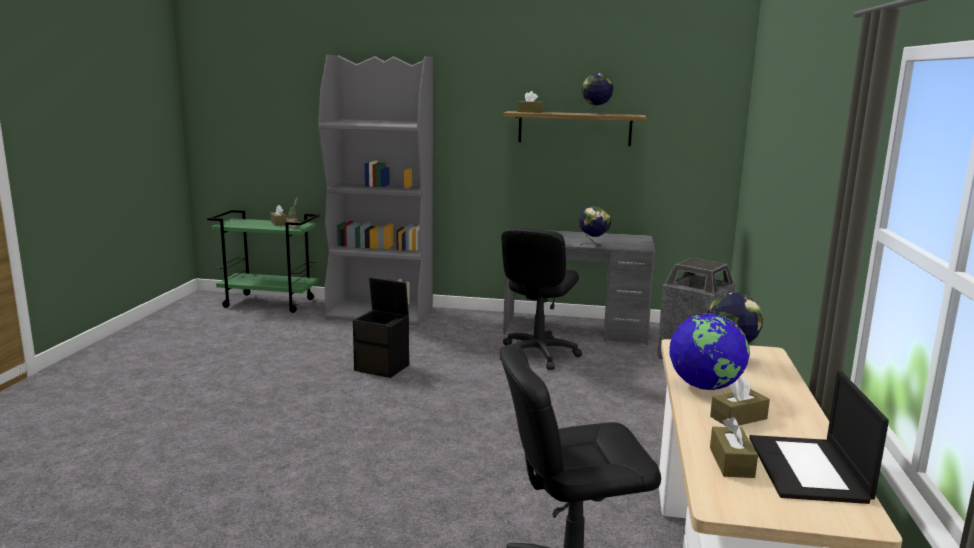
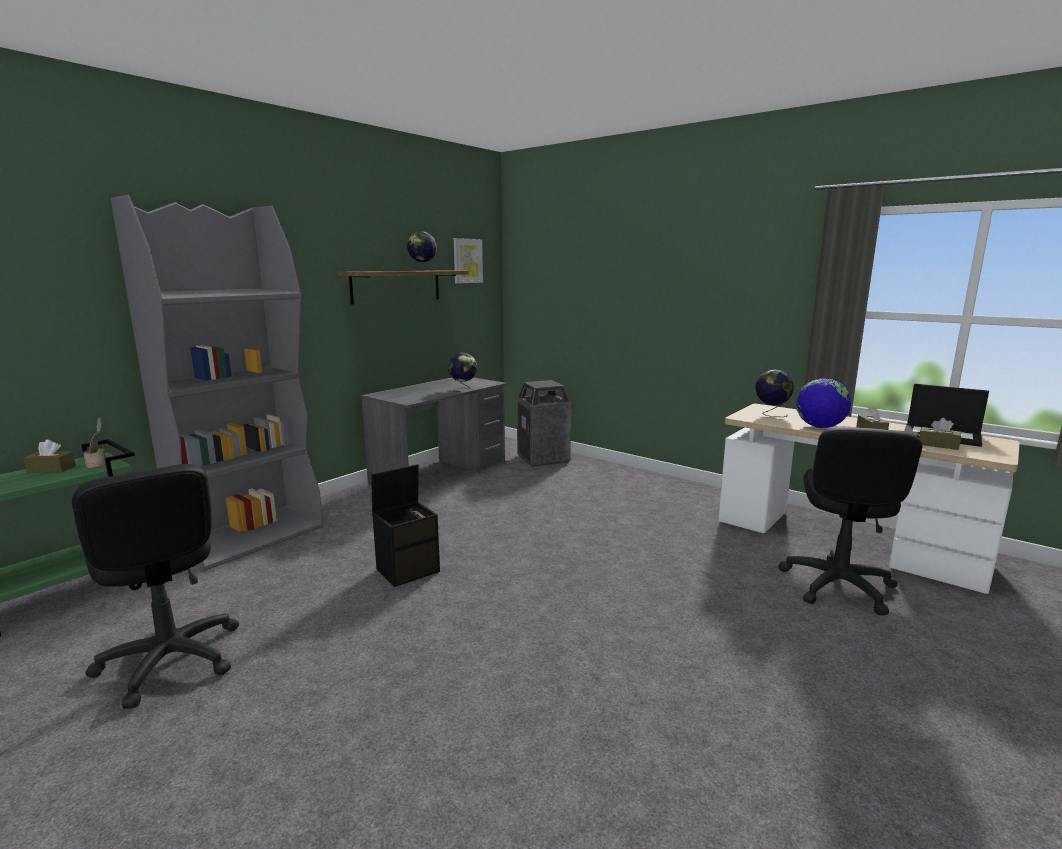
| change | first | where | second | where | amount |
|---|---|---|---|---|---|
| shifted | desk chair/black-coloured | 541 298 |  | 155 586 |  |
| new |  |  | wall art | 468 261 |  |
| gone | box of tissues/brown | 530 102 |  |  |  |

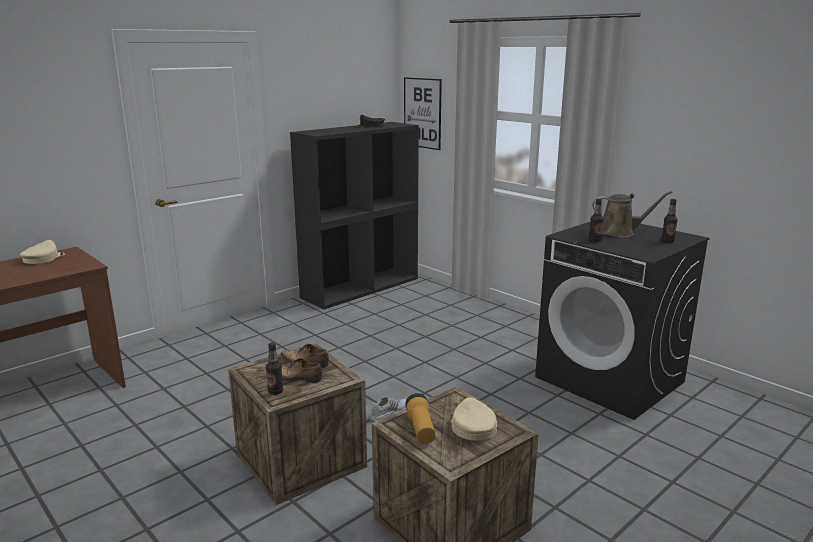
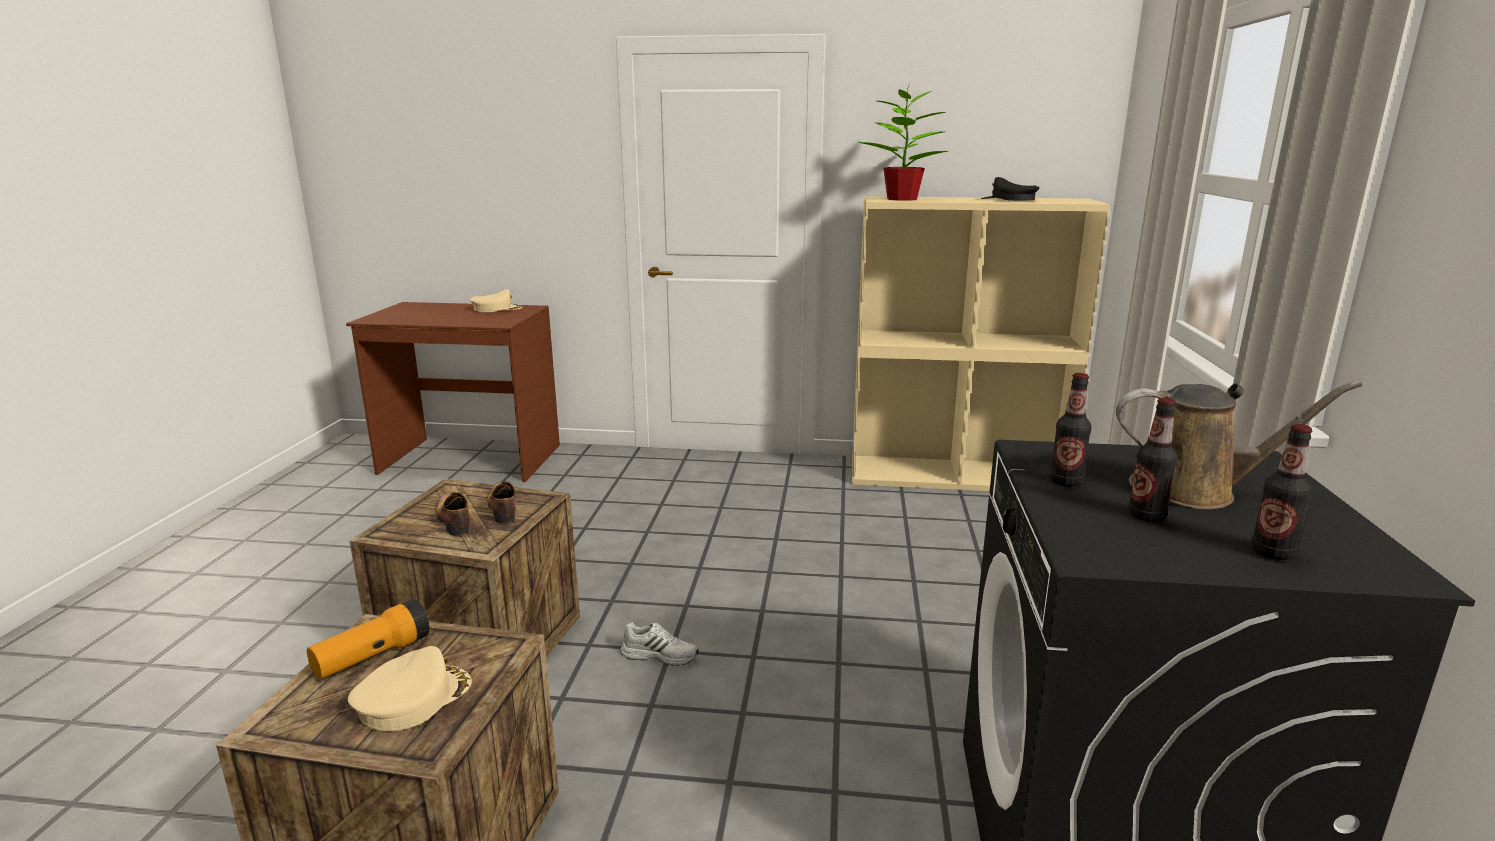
| change | first | where | second | where | amount |
|---|---|---|---|---|---|
| repainted | shelving unit/black-coloured | 354 215 | shelving unit/sand-coloured | 981 343 |  |
| new |  |  | potted plant | 903 143 |  |
| rotated | watering pot/brown | 632 214 |  | 1239 445 | 45 degrees counterclockwise |
| shifted | beverage bottle | 274 368 |  | 1153 460 |  |
| gone | wall art | 423 113 |  |  |  |

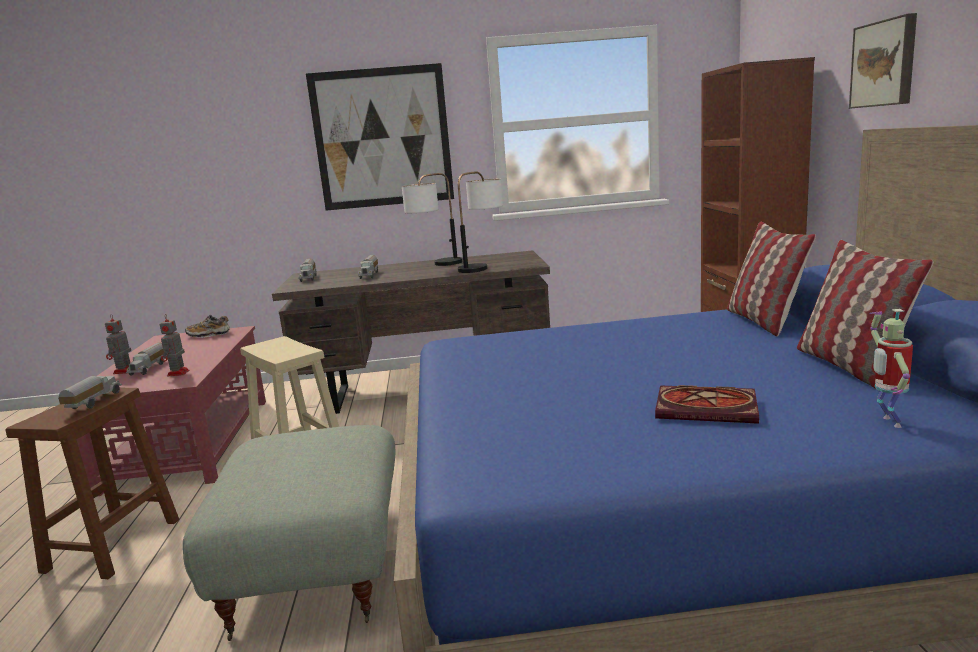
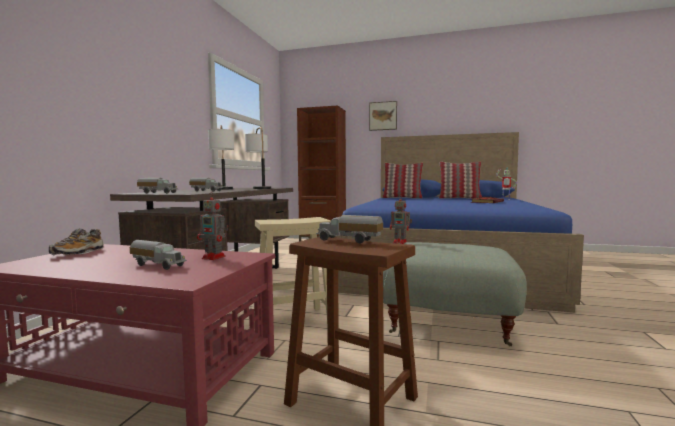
| change | first | where | second | where | amount |
|---|---|---|---|---|---|
| shifted | robot figure | 118 344 |  | 401 220 |  |
| gone | wall art | 380 137 |  |  |  |

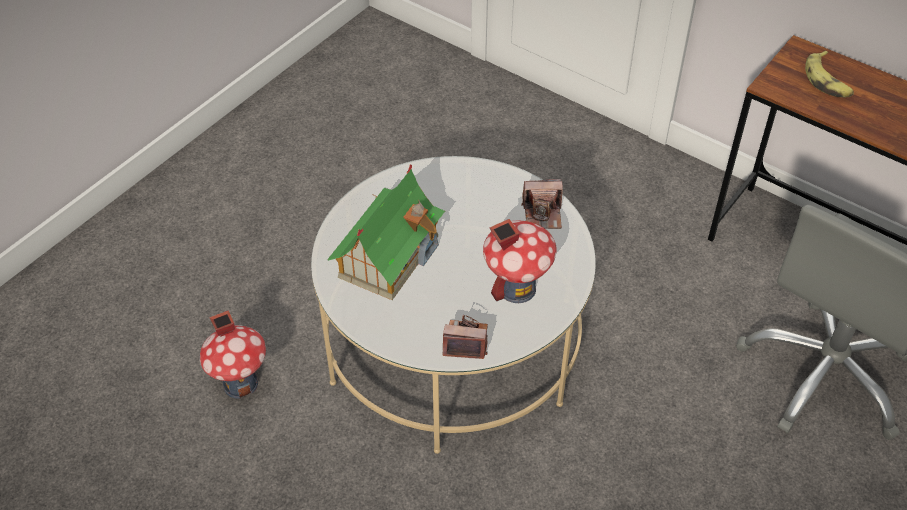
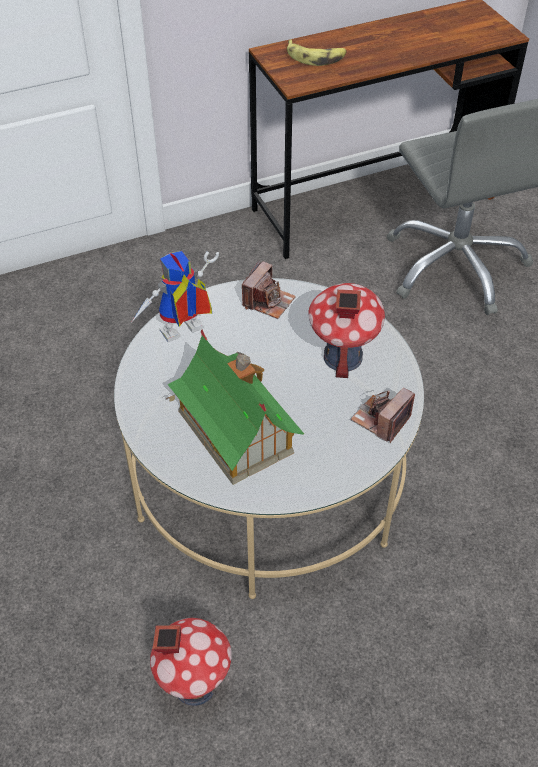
| change | first | where | second | where | amount |
|---|---|---|---|---|---|
| new |  |  | robot figure | 175 296 |  |

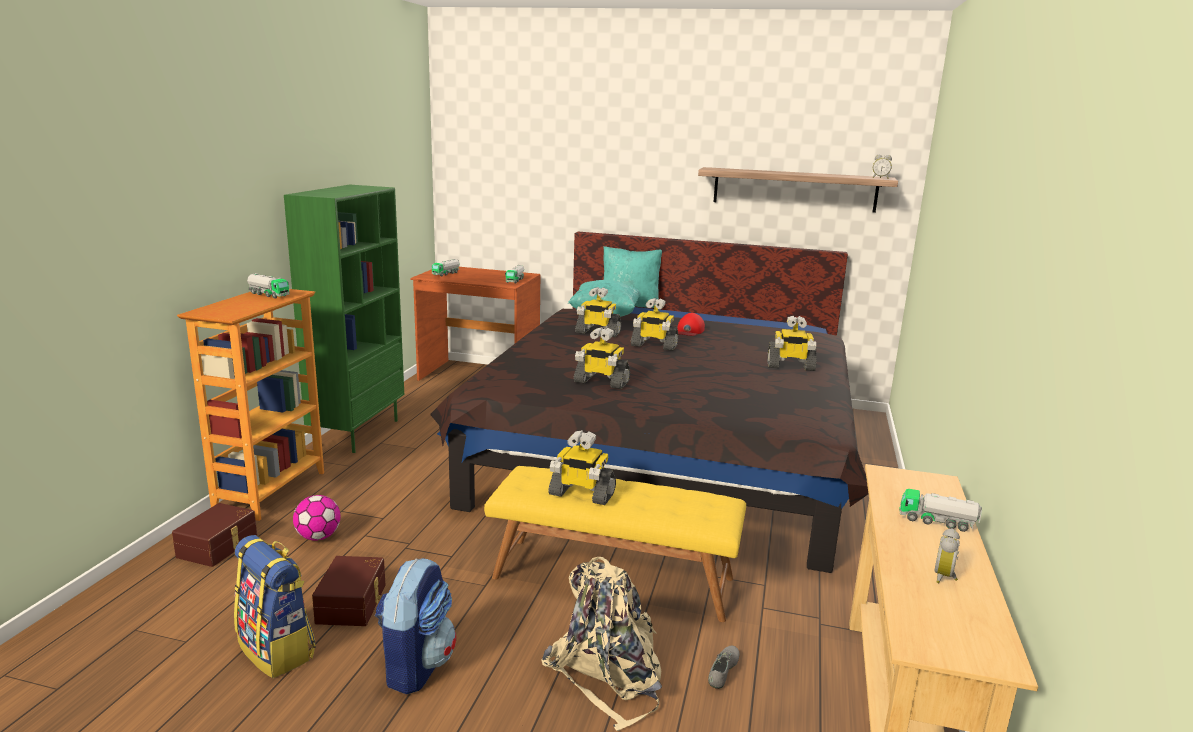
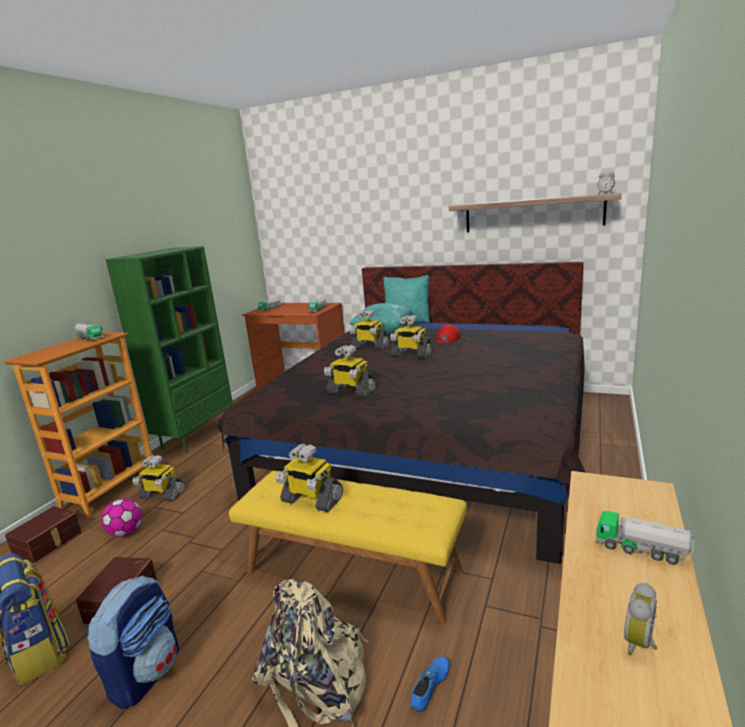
| change | first | where | second | where | amount |
|---|---|---|---|---|---|
| shifted | robot figure | 791 343 |  | 159 478 |  |
| repainted | low shoe/greyish | 724 667 | low shoe/blue-coloured | 430 684 |  |

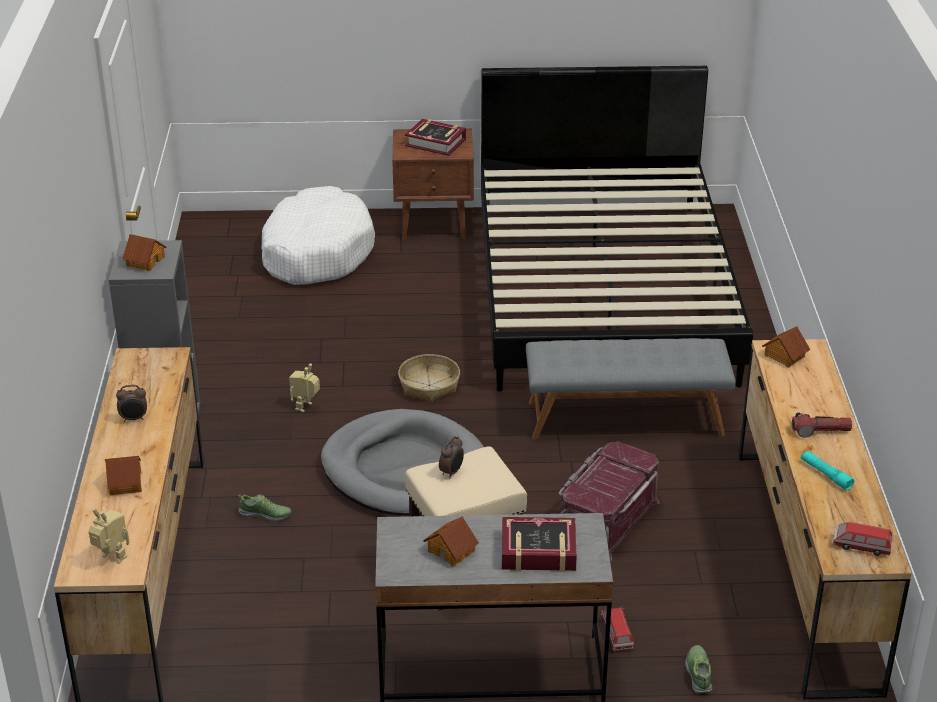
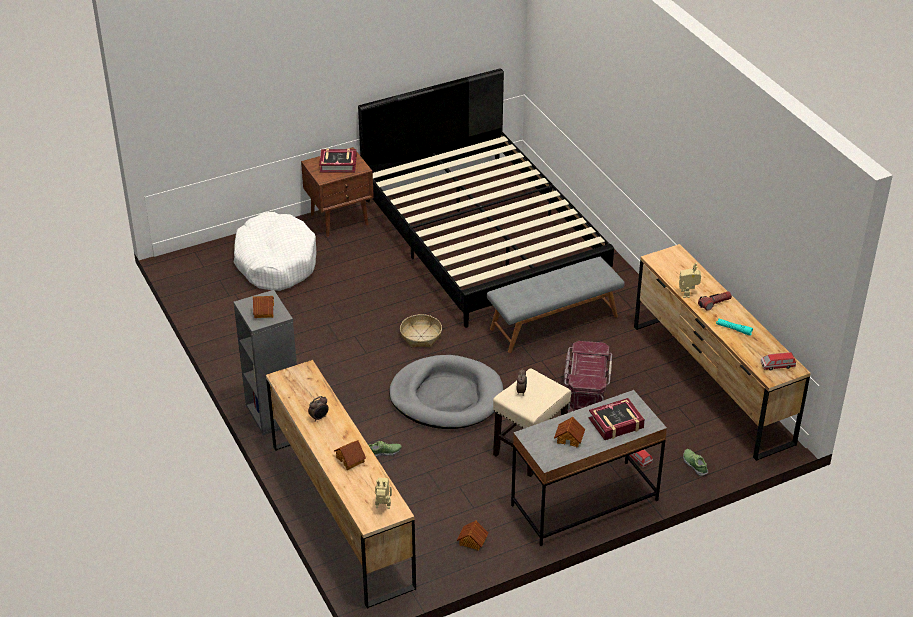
| change | first | where | second | where | amount |
|---|---|---|---|---|---|
| shifted | toy house | 786 346 |  | 472 535 |  |
| shifted | robot figure | 304 387 |  | 690 280 |  |

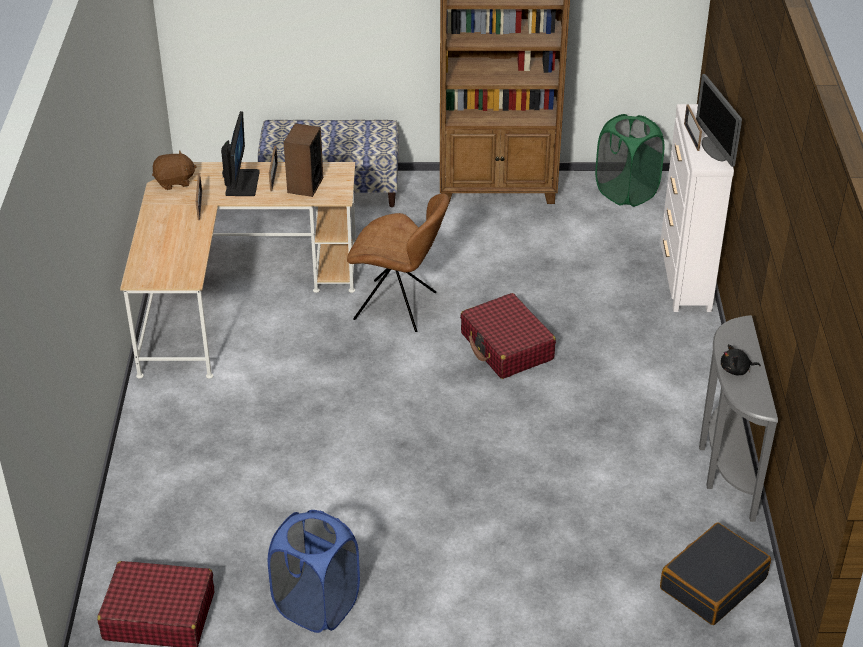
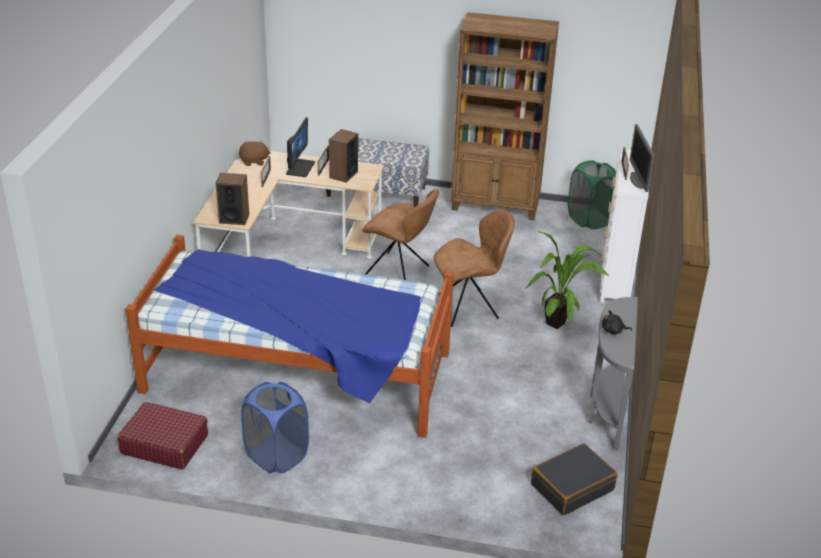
| change | first | where | second | where | amount |
|---|---|---|---|---|---|
| new |  |  | bed | 290 336 |  |
| new |  |  | audio speaker | 232 199 |  |
| swapped | travel case/reddish | 508 336 | chair/brown | 474 268 |  |
| new |  |  | potted plant | 567 280 |  |

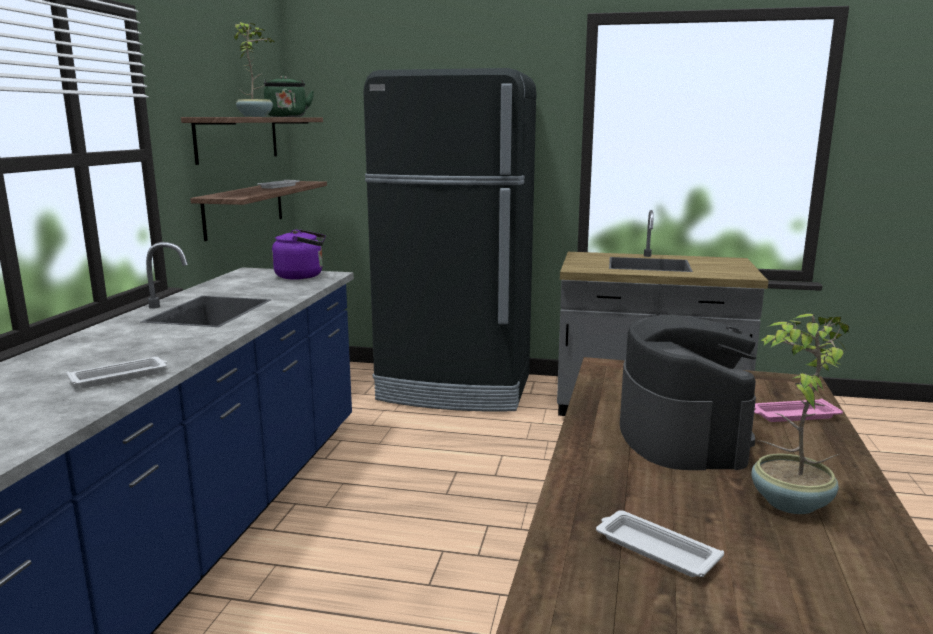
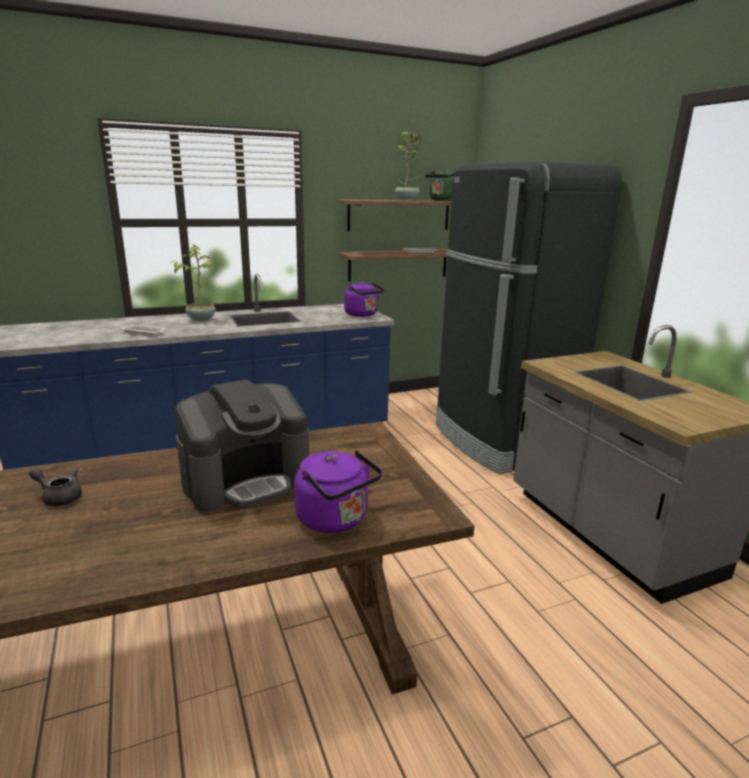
| change | first | where | second | where | amount |
|---|---|---|---|---|---|
| swapped | tray/whitish | 660 543 | tea pot/greyish | 55 487 |  |
| shifted | potted plant | 800 414 |  | 192 283 |  |
| swapped | tray/pink | 798 410 | tea kettle/purple-coloured | 338 491 |  |

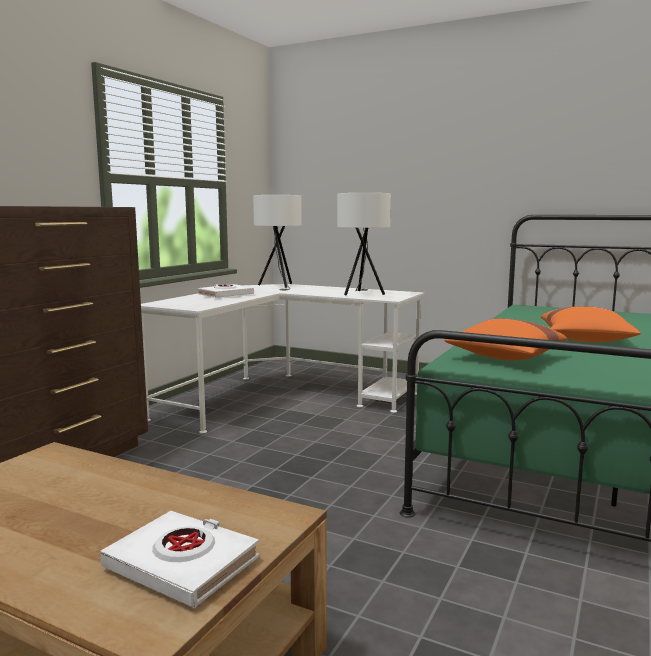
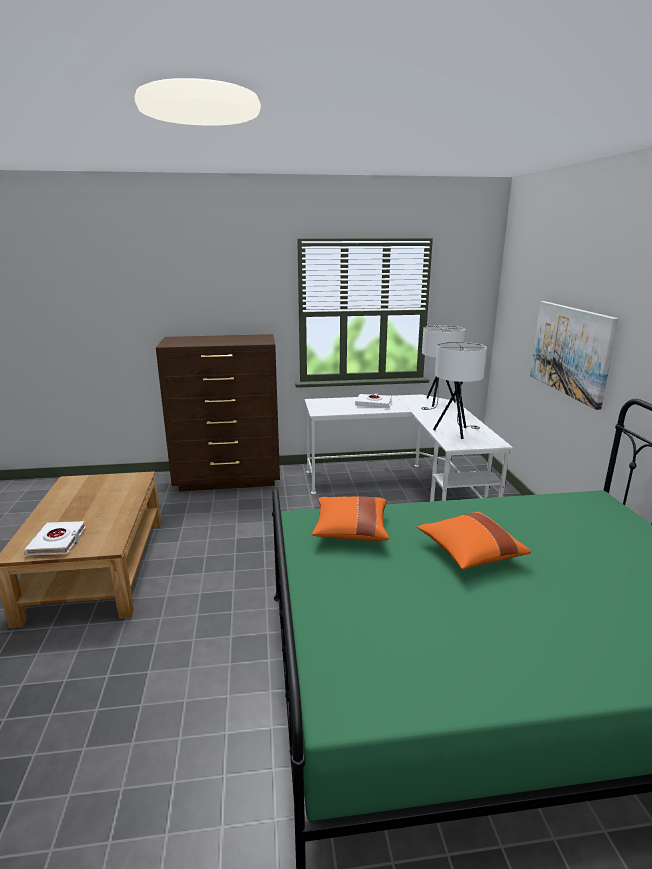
| change | first | where | second | where | amount |
|---|---|---|---|---|---|
| new |  |  | wall art | 574 355 |  |

